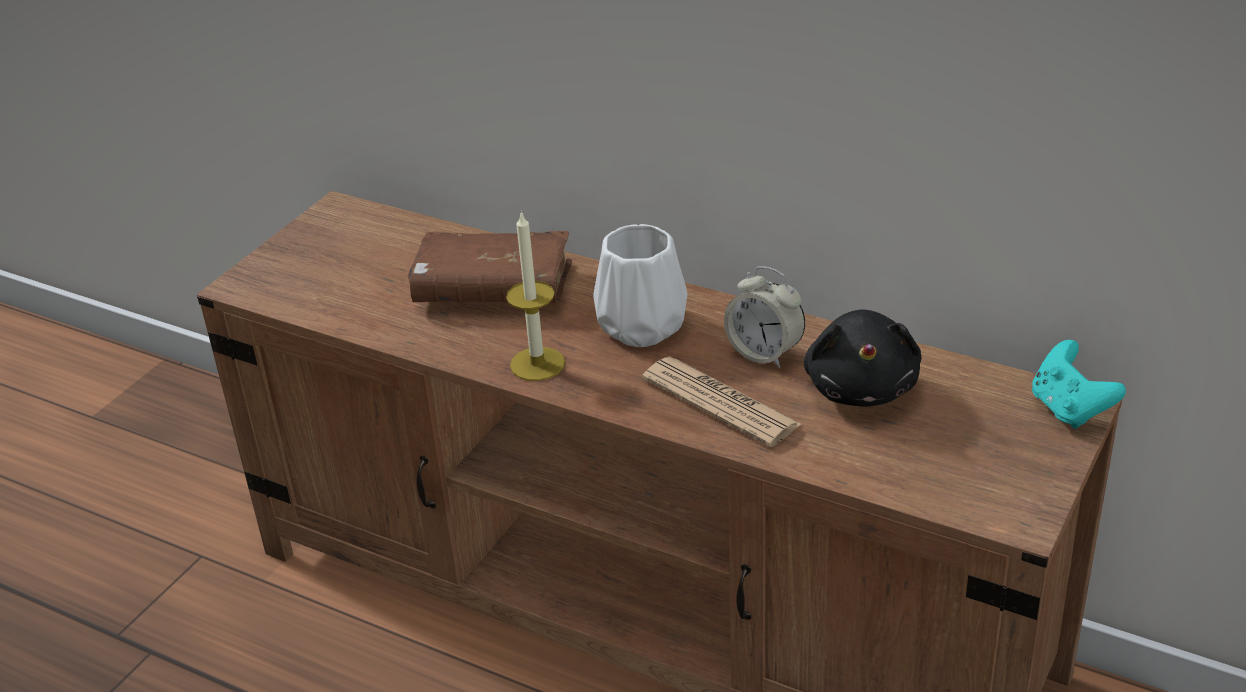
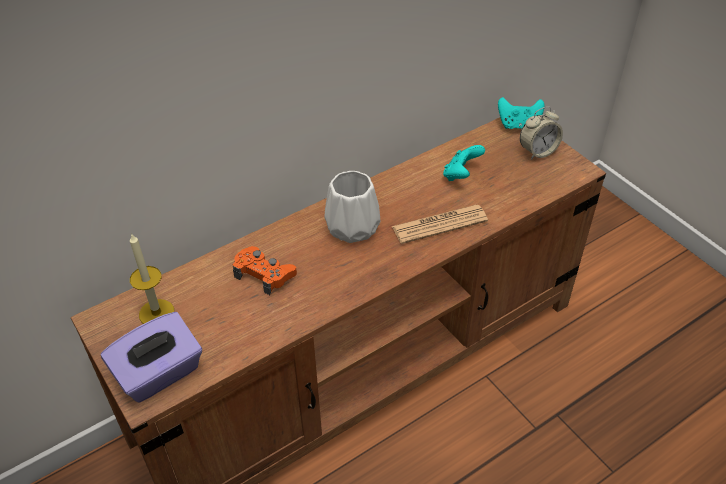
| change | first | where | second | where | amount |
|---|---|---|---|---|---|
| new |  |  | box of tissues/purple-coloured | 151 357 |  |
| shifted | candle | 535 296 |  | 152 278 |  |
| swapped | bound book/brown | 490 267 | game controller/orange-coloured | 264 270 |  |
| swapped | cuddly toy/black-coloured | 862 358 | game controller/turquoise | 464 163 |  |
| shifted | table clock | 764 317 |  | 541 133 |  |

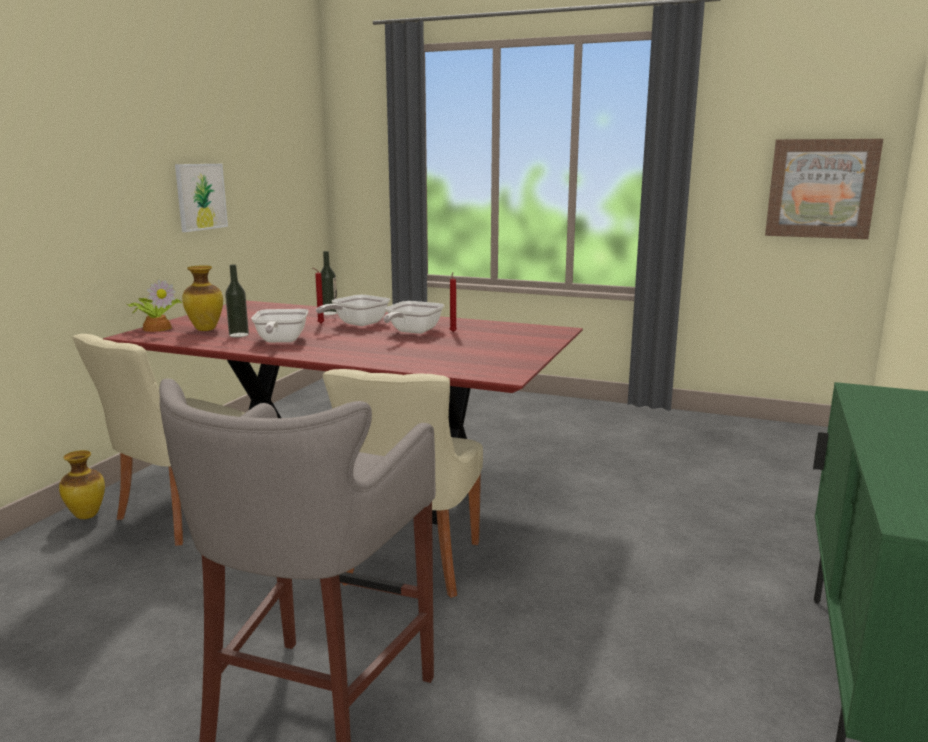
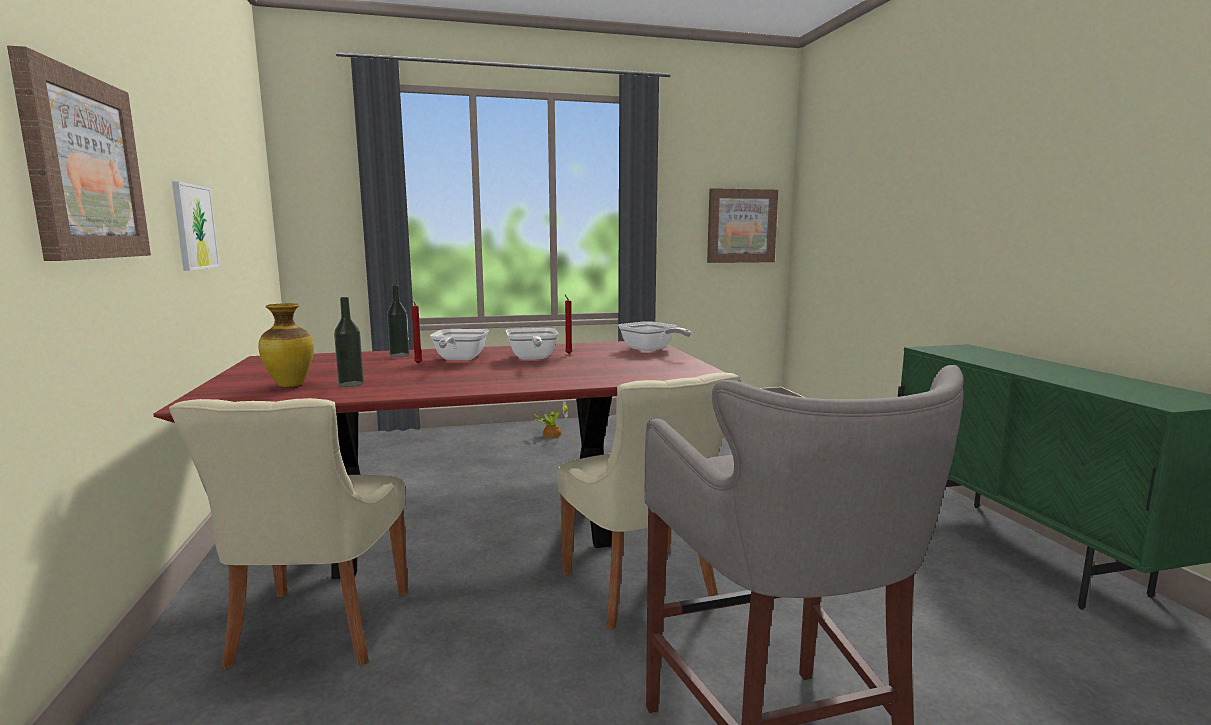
| change | first | where | second | where | amount |
|---|---|---|---|---|---|
| new |  |  | wall art | 79 153 |  |
| shifted | potted plant | 155 305 |  | 550 418 |  |
| shifted | pan | 279 325 |  | 654 336 |  |
| gone | decorative vase | 82 484 |  |  |  |

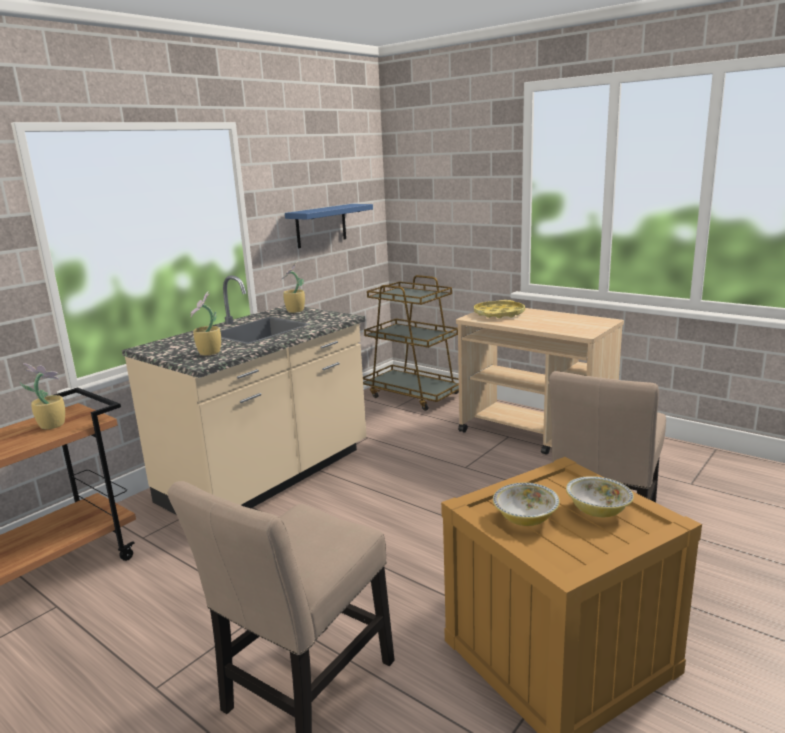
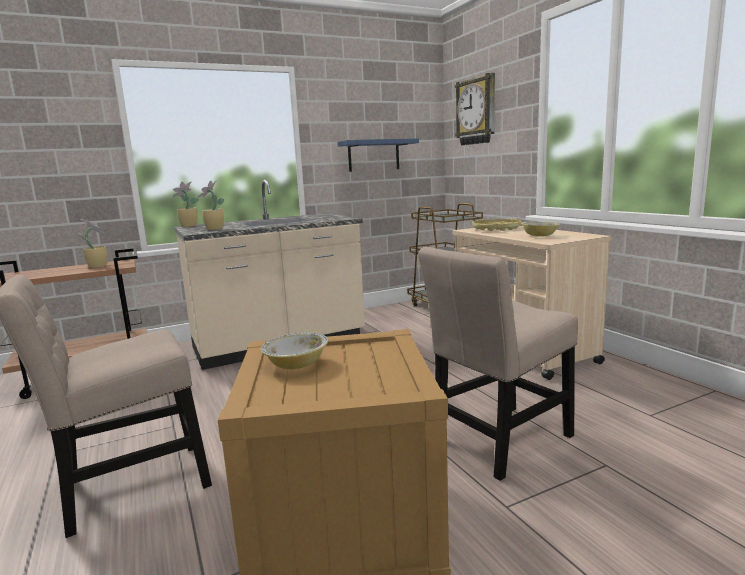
| change | first | where | second | where | amount |
|---|---|---|---|---|---|
| shifted | potted plant | 292 287 |  | 186 204 |  |
| new |  |  | clock on the wall | 475 109 |  |
| shifted | serving bowl | 600 496 |  | 540 229 |  |

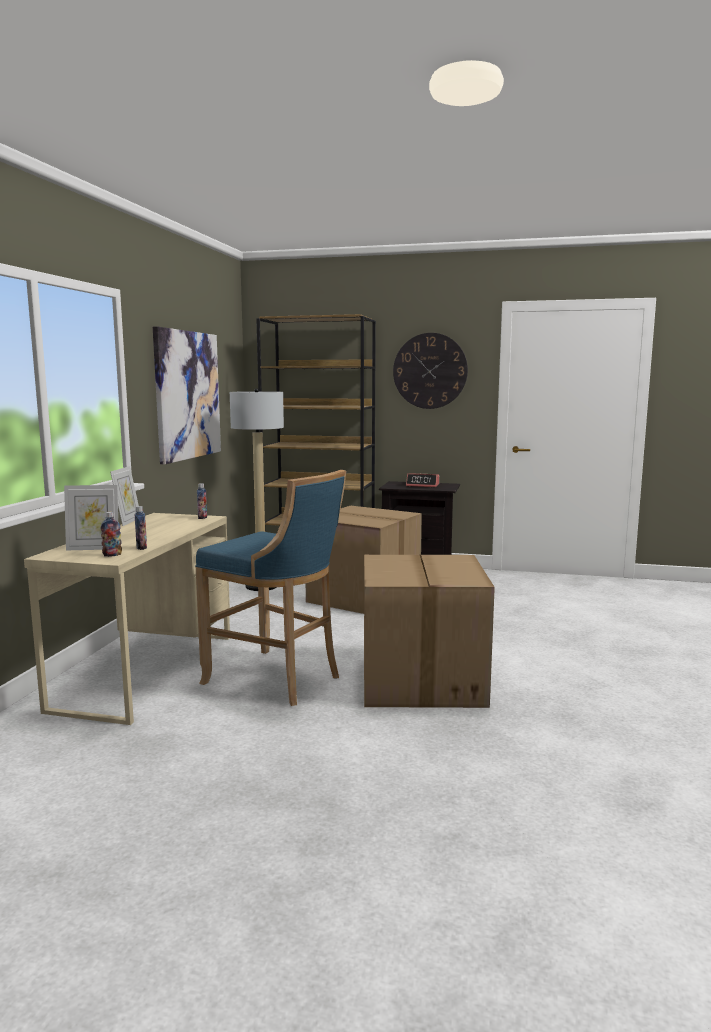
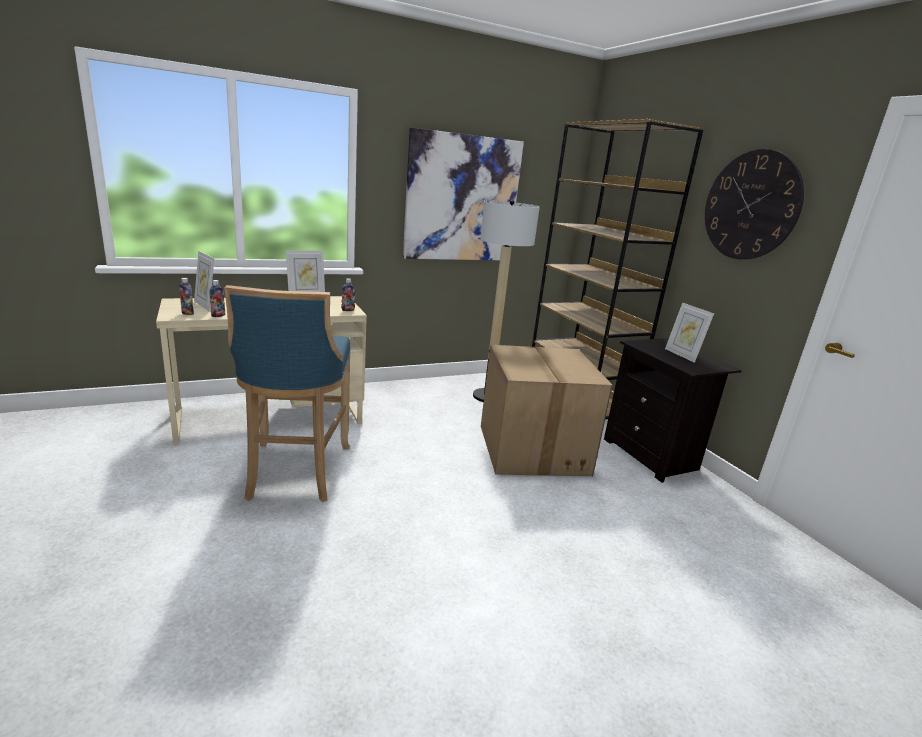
| change | first | where | second | where | amount |
|---|---|---|---|---|---|
| swapped | table clock | 422 480 | photo frame | 689 332 |  |
| gone | packing box | 429 631 |  |  |  |

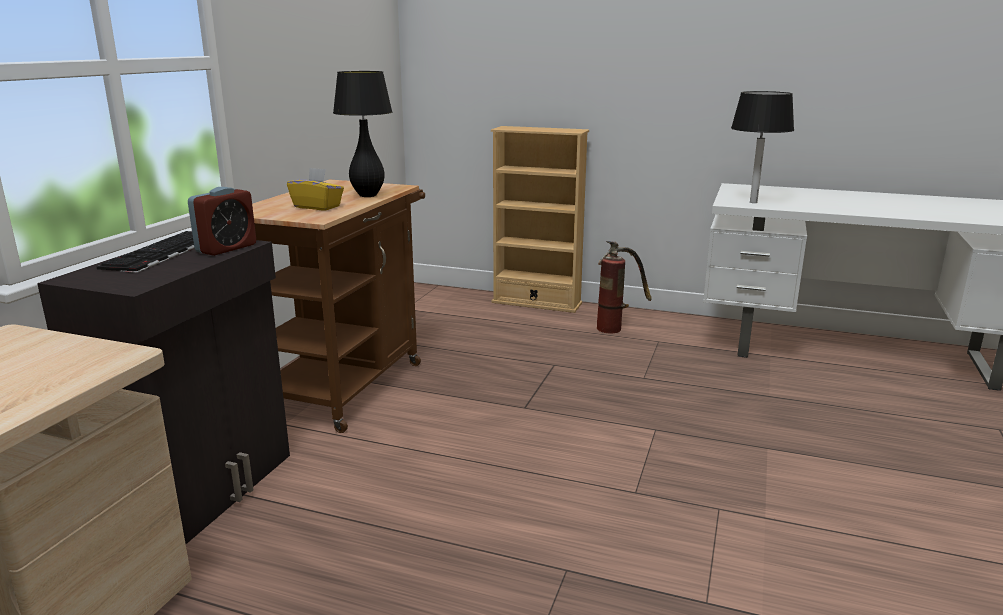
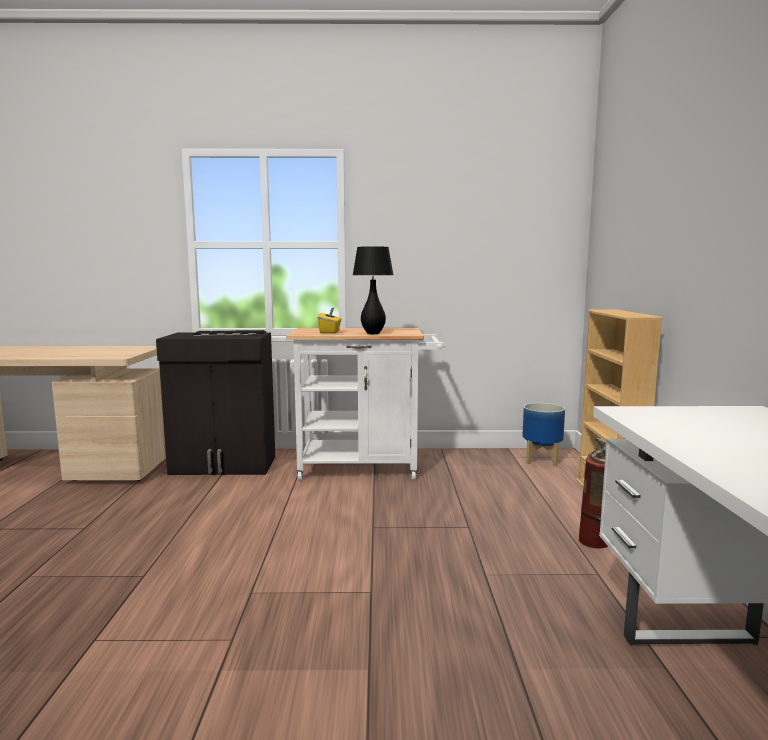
| change | first | where | second | where | amount |
|---|---|---|---|---|---|
| repainted | trolley/brown | 338 306 | trolley/whitish | 365 404 |  |
| new |  |  | plant pot | 543 435 |  |
| gone | table clock | 222 221 |  |  |  |
| gone | tabletop lamp/black-coloured | 762 147 |  |  |  |

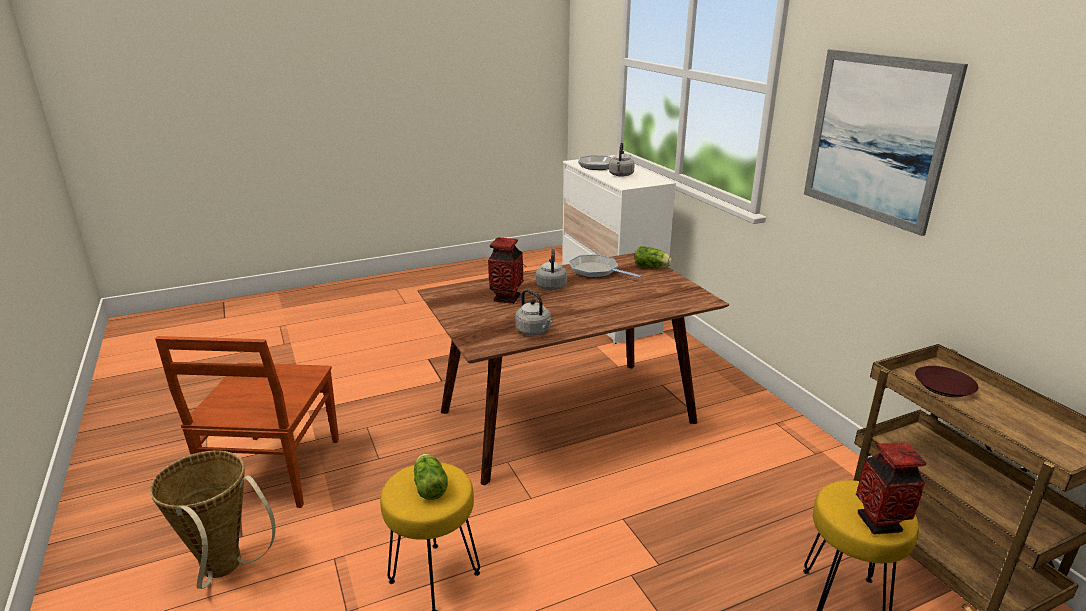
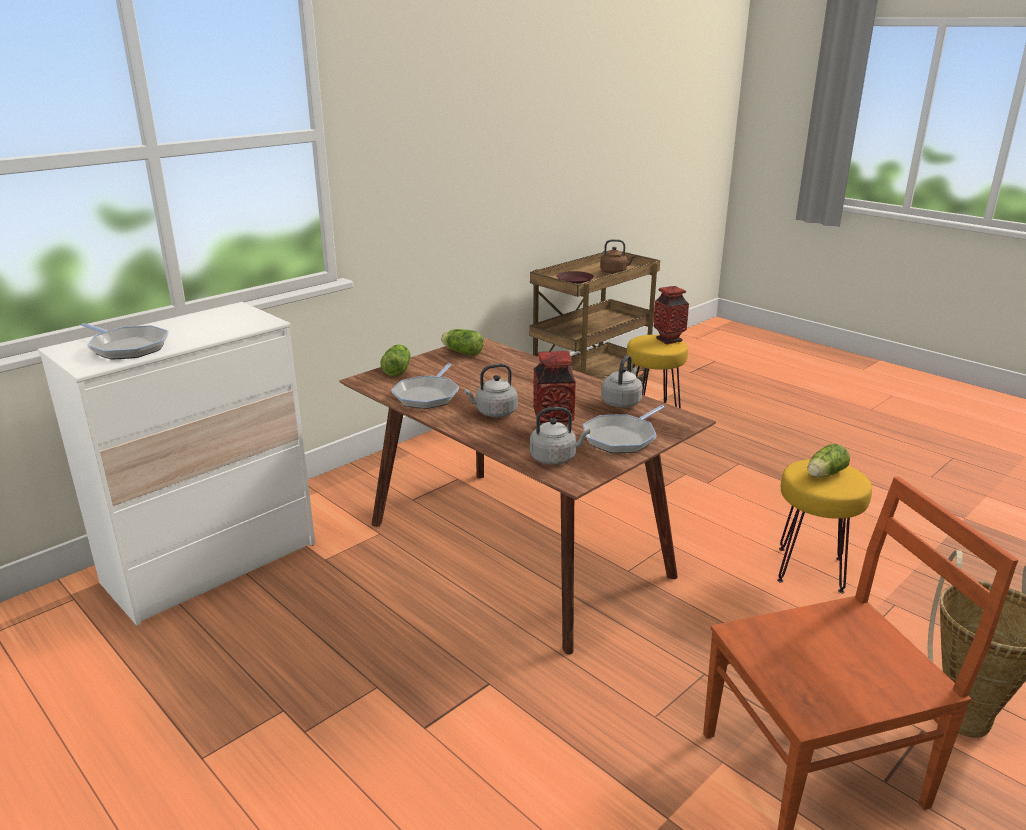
| change | first | where | second | where | amount |
|---|---|---|---|---|---|
| new |  |  | lettuce | 462 342 |  |
| shifted | tea kettle/greyish | 622 160 |  | 560 436 |  |
| new |  |  | pan | 624 429 |  |
| new |  |  | tea kettle/brown | 618 256 |  |
| gone | wall art | 886 142 |  |  |  |

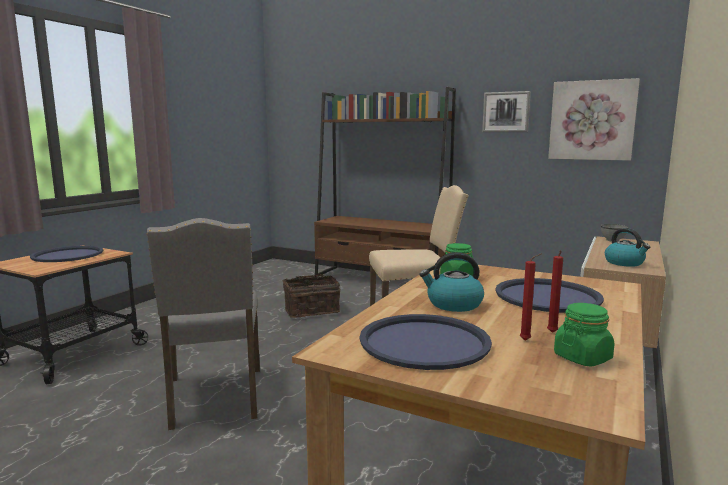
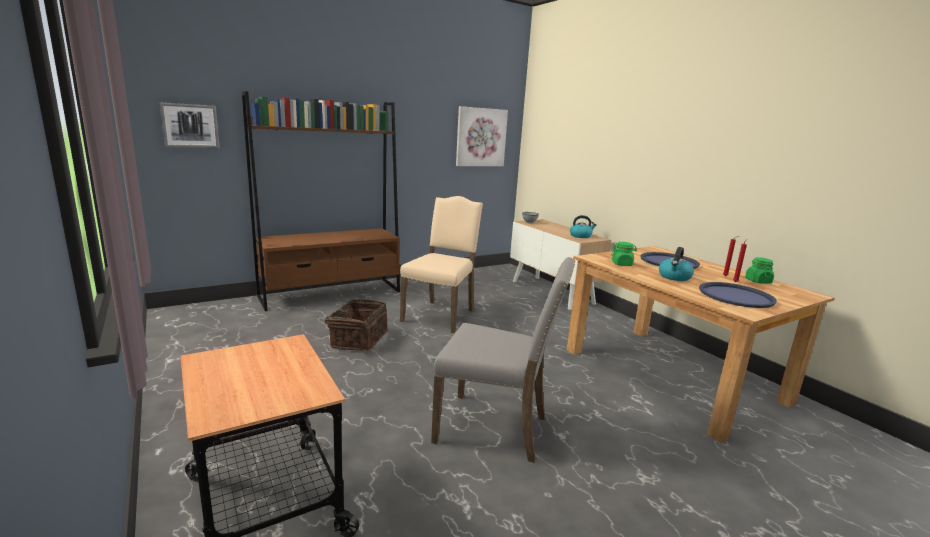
| change | first | where | second | where | amount |
|---|---|---|---|---|---|
| shifted | wall art | 506 111 |  | 189 125 |  |
| gone | tray/blue-coloured | 66 254 |  |  |  |

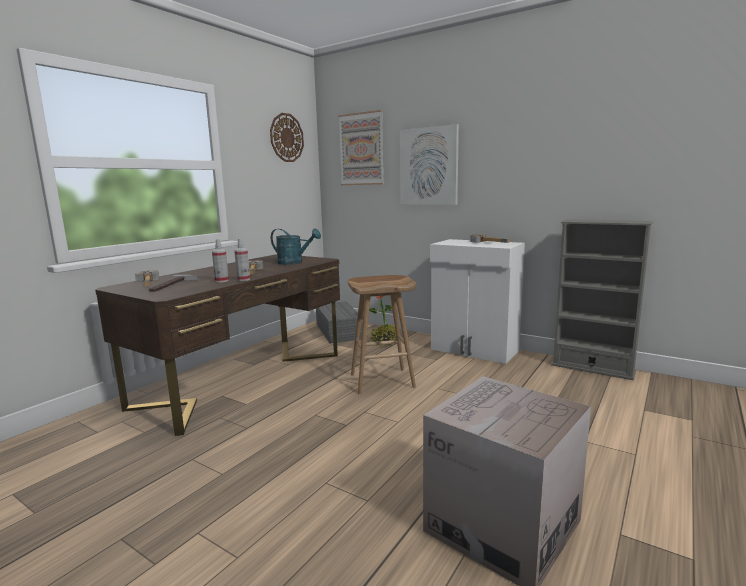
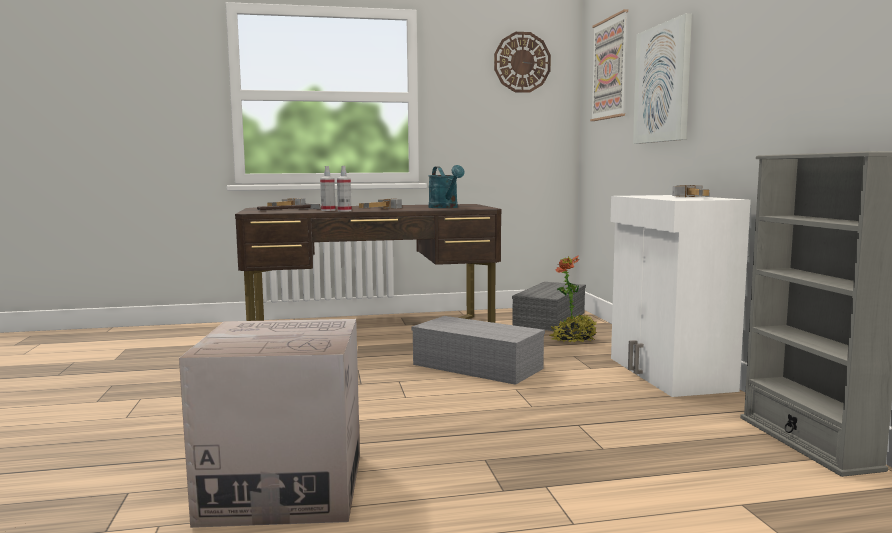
| change | first | where | second | where | amount |
|---|---|---|---|---|---|
| swapped | stool seat/brown | 382 334 | storage box/greyish | 478 350 |  |

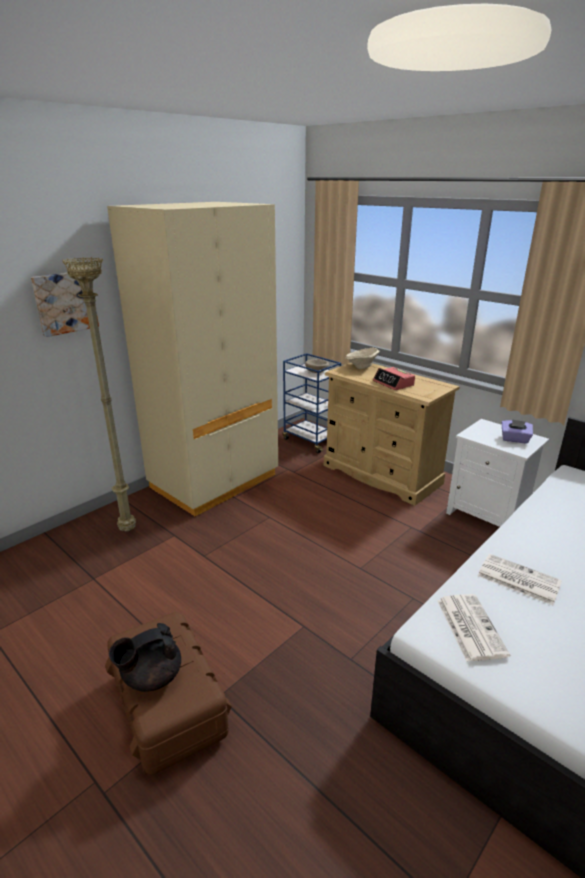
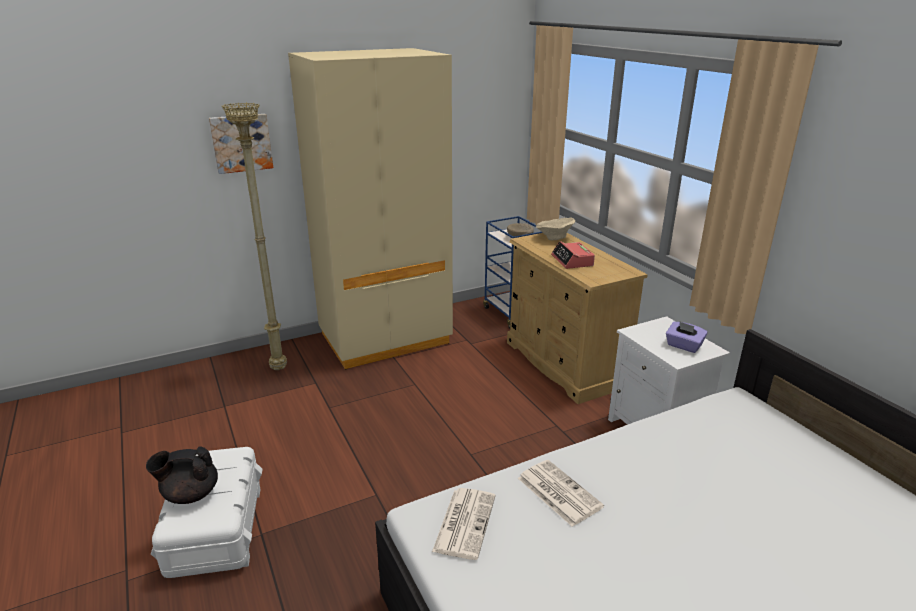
| change | first | where | second | where | amount |
|---|---|---|---|---|---|
| repainted | storage box/brown | 168 693 | storage box/whitish | 207 512 |  |

